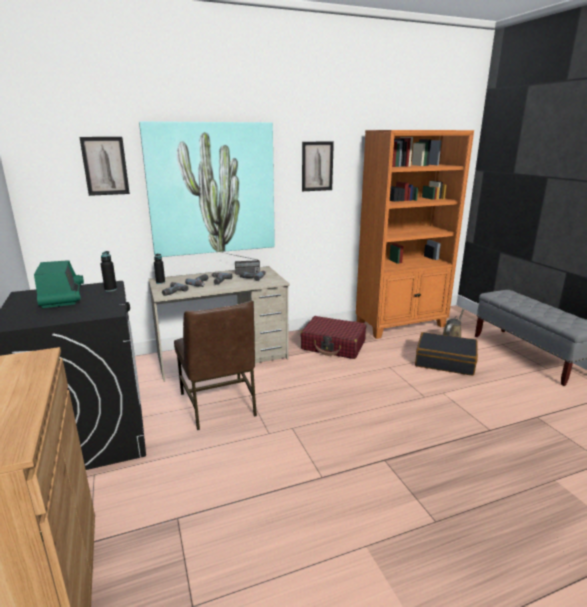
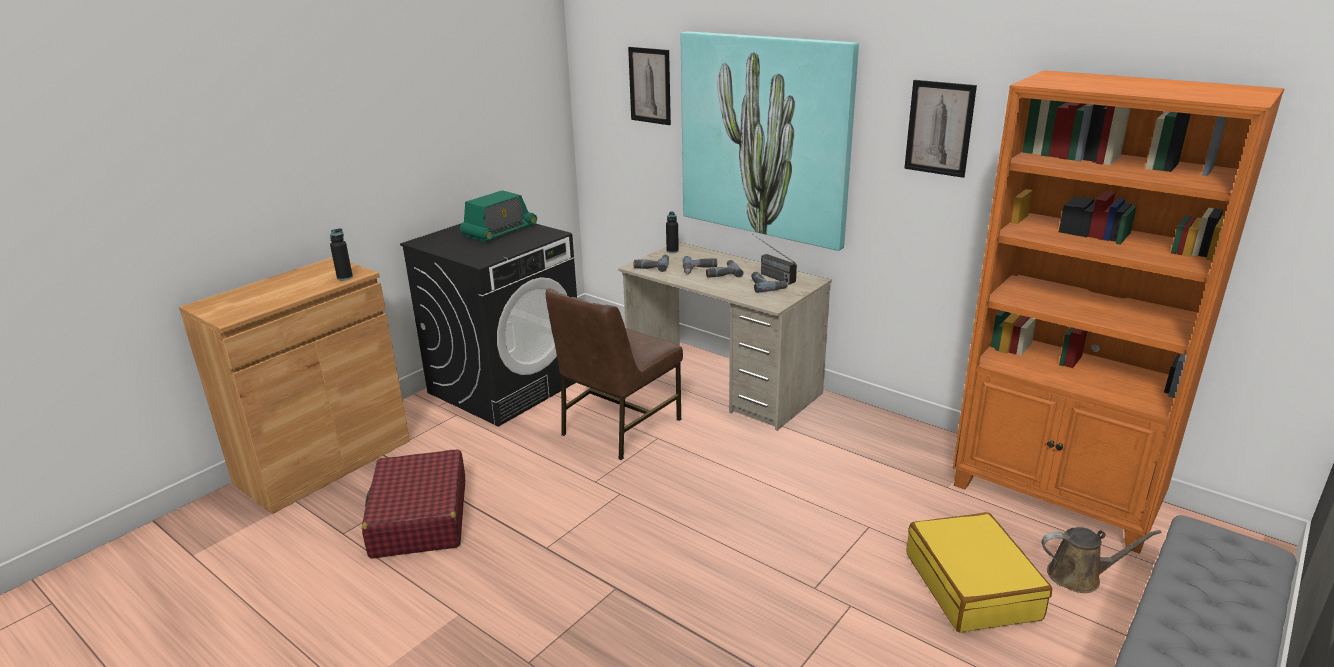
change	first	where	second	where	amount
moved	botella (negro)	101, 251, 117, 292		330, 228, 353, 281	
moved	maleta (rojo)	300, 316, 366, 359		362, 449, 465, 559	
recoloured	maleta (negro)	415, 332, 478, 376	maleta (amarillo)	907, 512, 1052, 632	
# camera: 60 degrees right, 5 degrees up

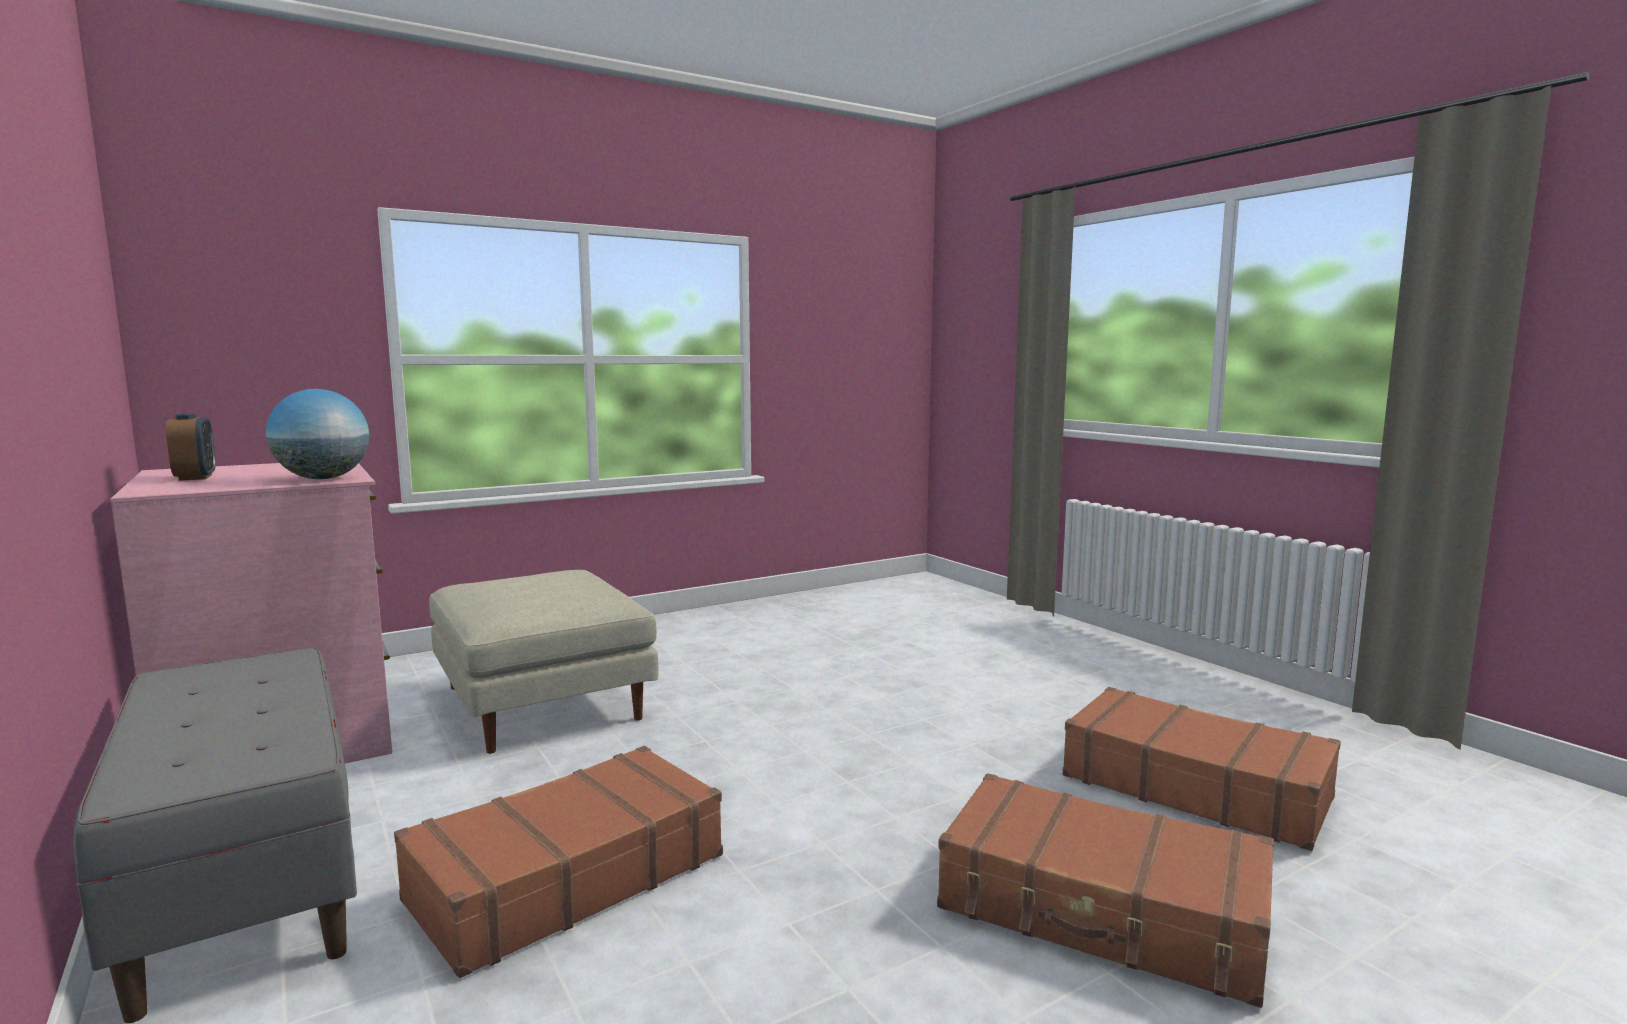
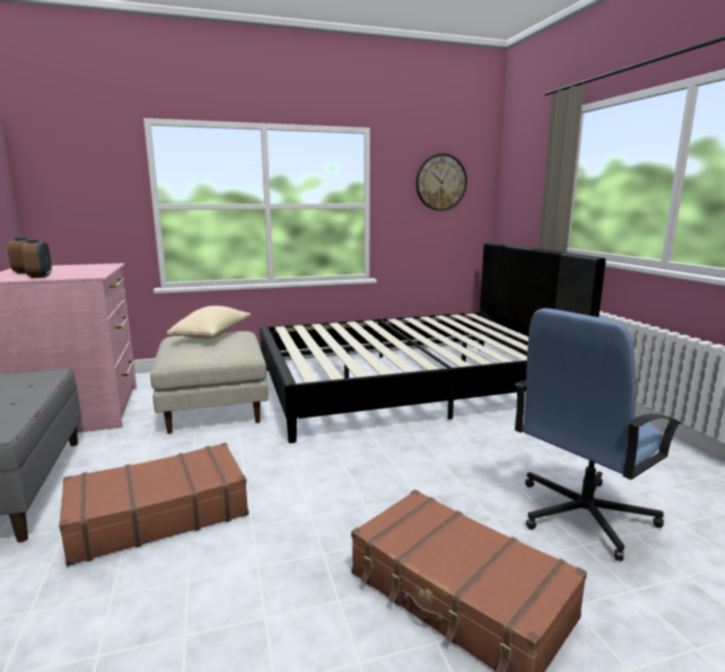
change	first	where	second	where	amount
removed	globo terráqueo	266, 389, 369, 479			
replaced	maleta (marrón)	1062, 687, 1341, 851	silla de oficina (azul)	515, 308, 682, 561	
added			reloj de pared	416, 153, 467, 211	
added			despertador	22, 239, 52, 278	
added			cama (negro)	260, 241, 606, 443	
added			cojín (beis)	167, 306, 251, 339	
# camera: 15 degrees right, 5 degrees up

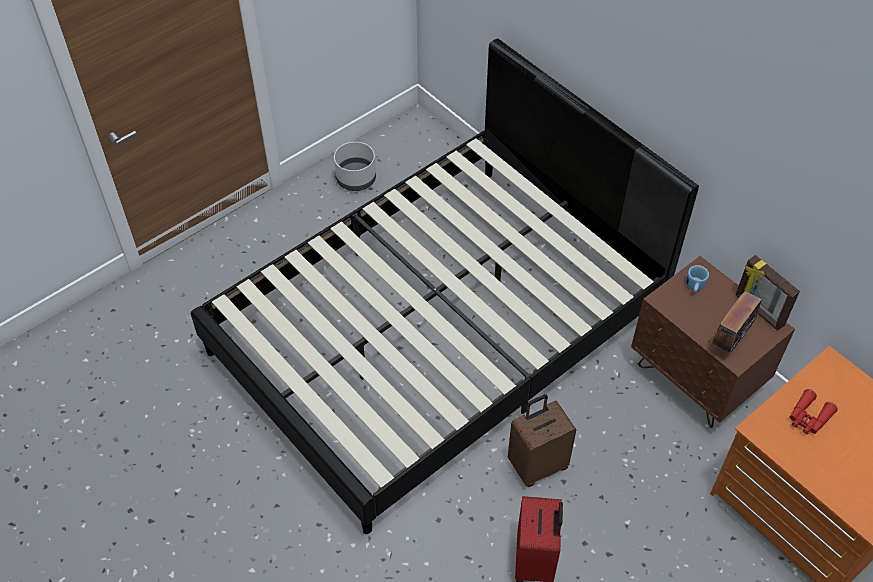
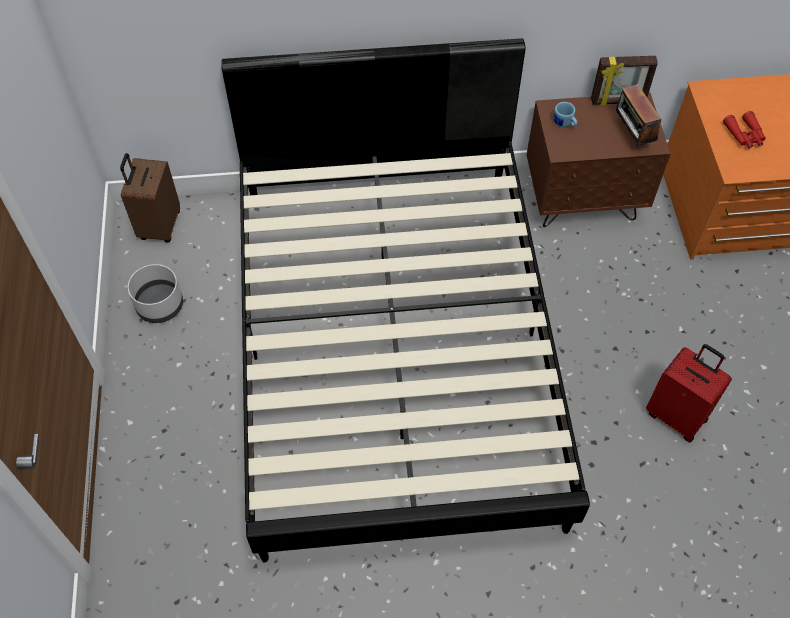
change	first	where	second	where	amount
moved	maleta (marrón)	508, 394, 576, 487		120, 153, 180, 242	
# camera: 55 degrees left, 5 degrees up

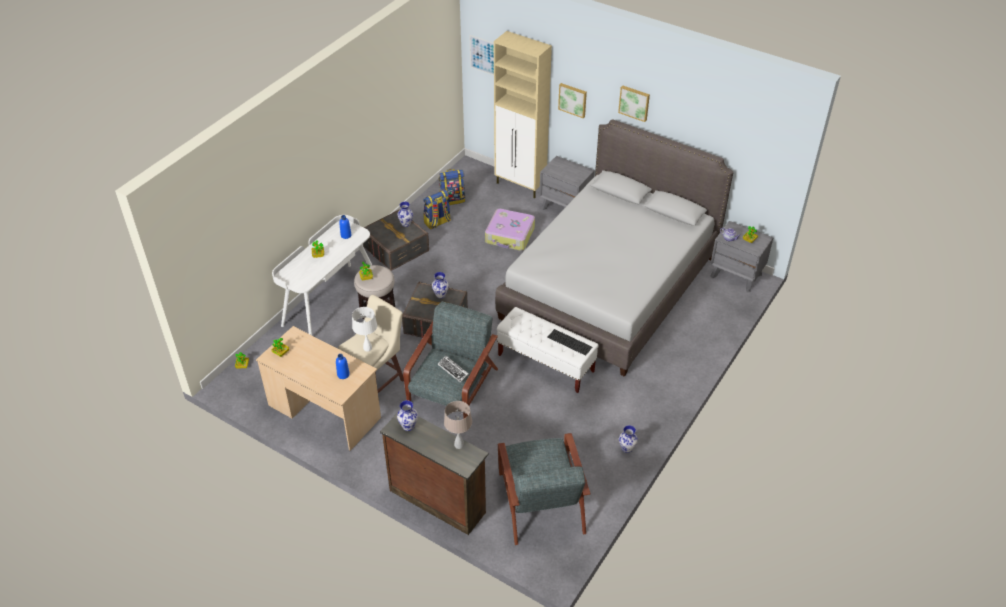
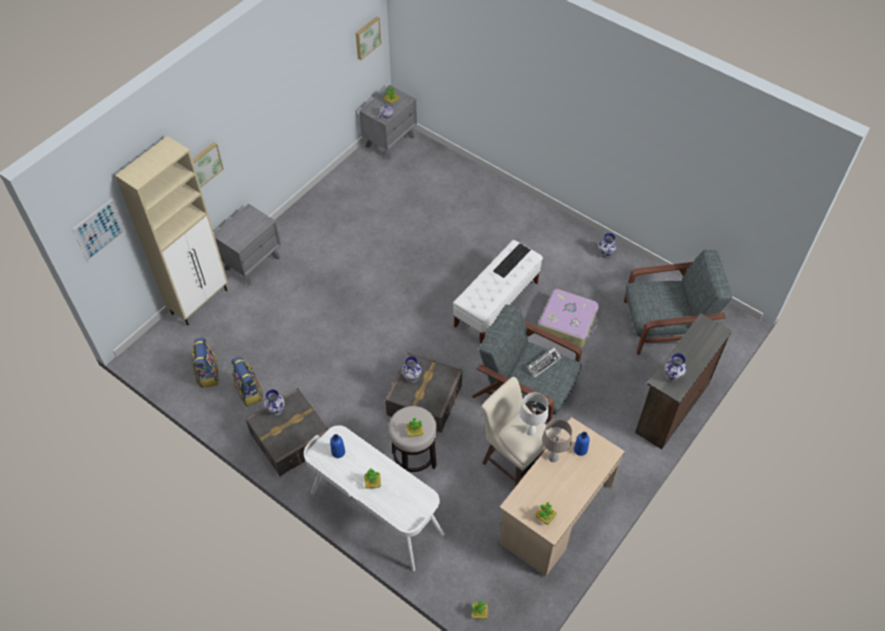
change	first	where	second	where	amount
moved	cuadro	618, 85, 650, 122		356, 16, 381, 60	
removed	cama (gris)	495, 119, 733, 377			
moved	maleta	485, 209, 535, 251		538, 289, 599, 348	
moved	lámpara de mesa (beis)	444, 401, 472, 449		542, 419, 572, 462	
# camera: 85 degrees left, 10 degrees up

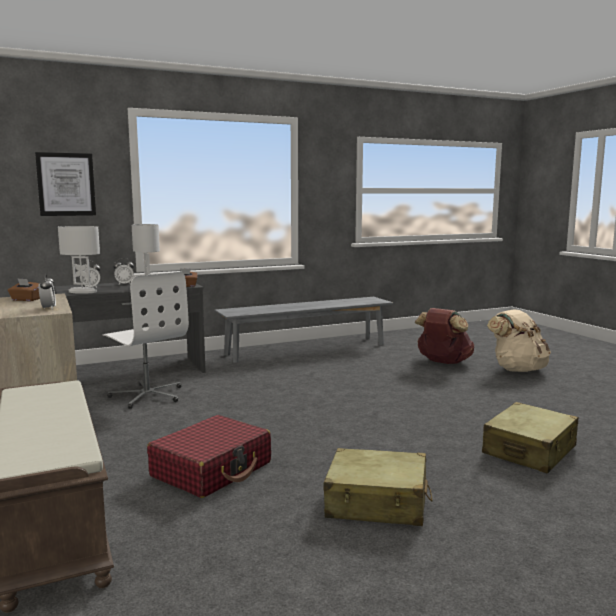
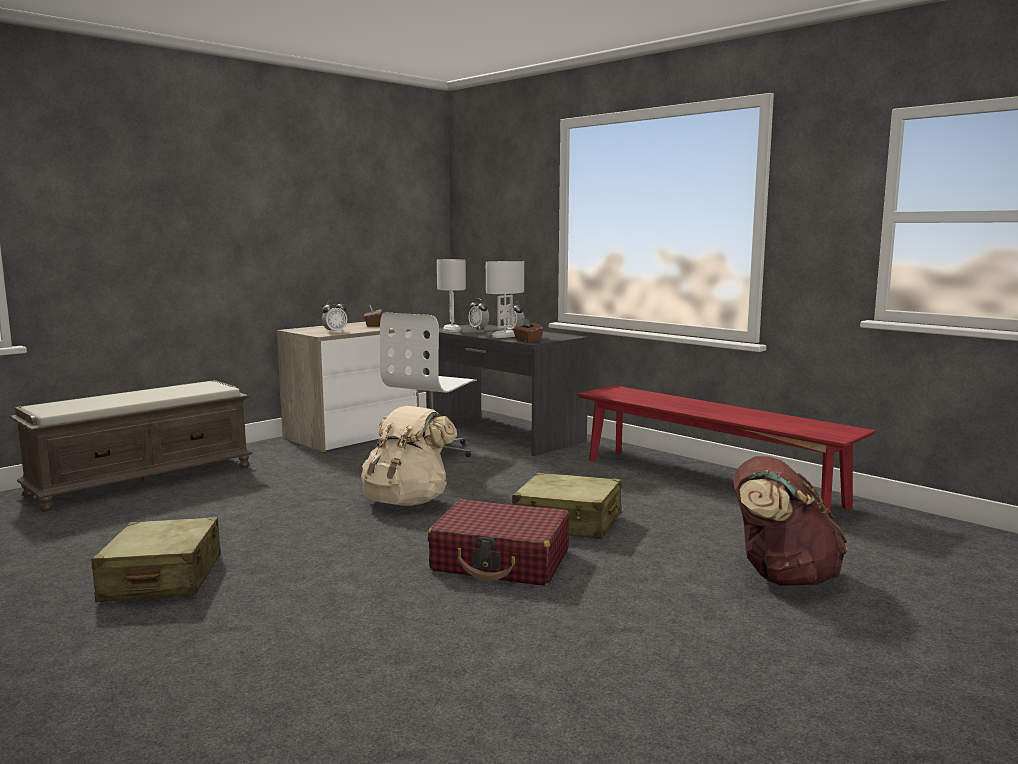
change	first	where	second	where	amount
removed	cuadro	35, 152, 96, 216			
recoloured	banco (gris)	214, 297, 393, 363	banco (rojo)	577, 385, 876, 512	
moved	mochila (beis)	487, 309, 551, 372		361, 406, 457, 506	
moved	maleta (beis)	482, 402, 579, 474		512, 473, 622, 539	
moved	maleta (rojo)	147, 415, 271, 498		428, 499, 569, 586	
# camera: 70 degrees right, 0 degrees up

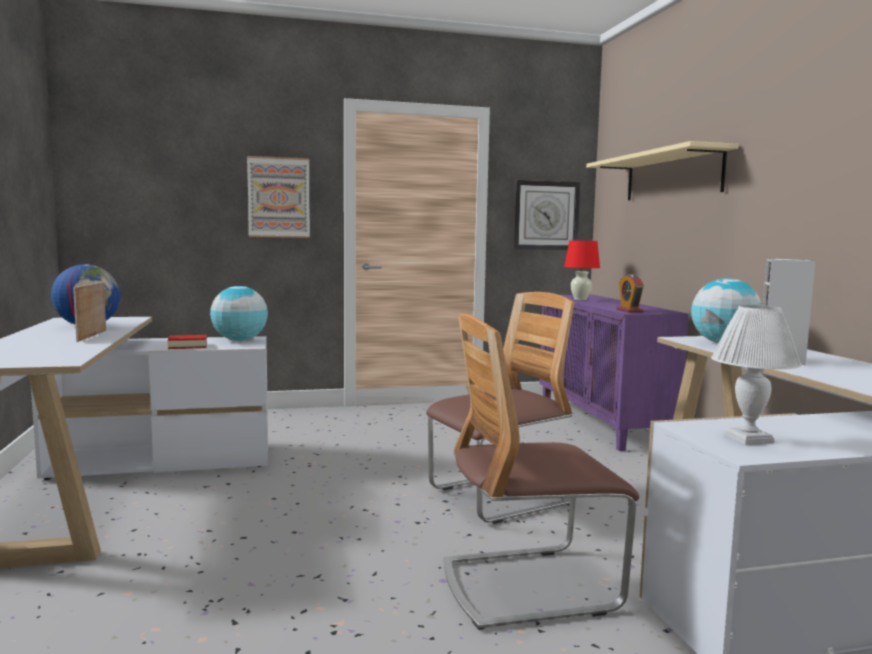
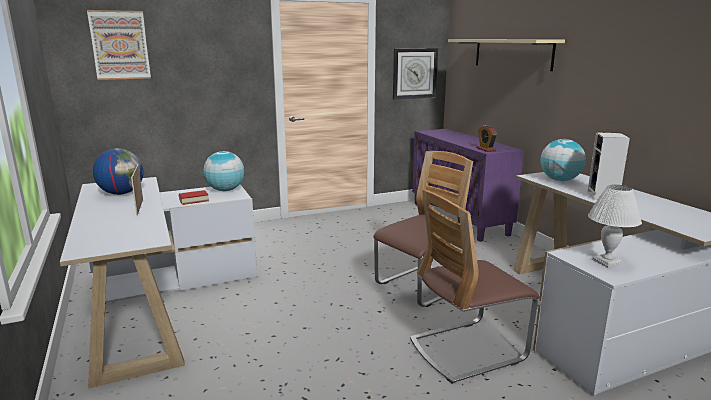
change	first	where	second	where	amount
moved	cuadro	247, 156, 310, 238		87, 10, 151, 80	
removed	lámpara de mesa (rojo)	564, 240, 600, 300			
# camera: 10 degrees left, 10 degrees up

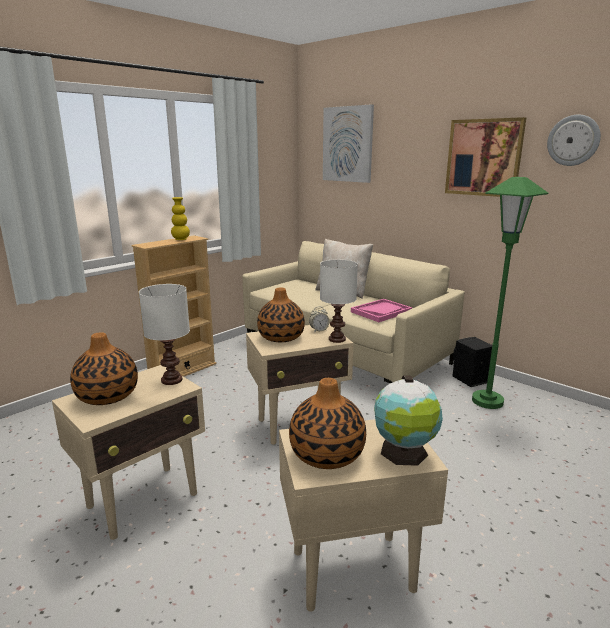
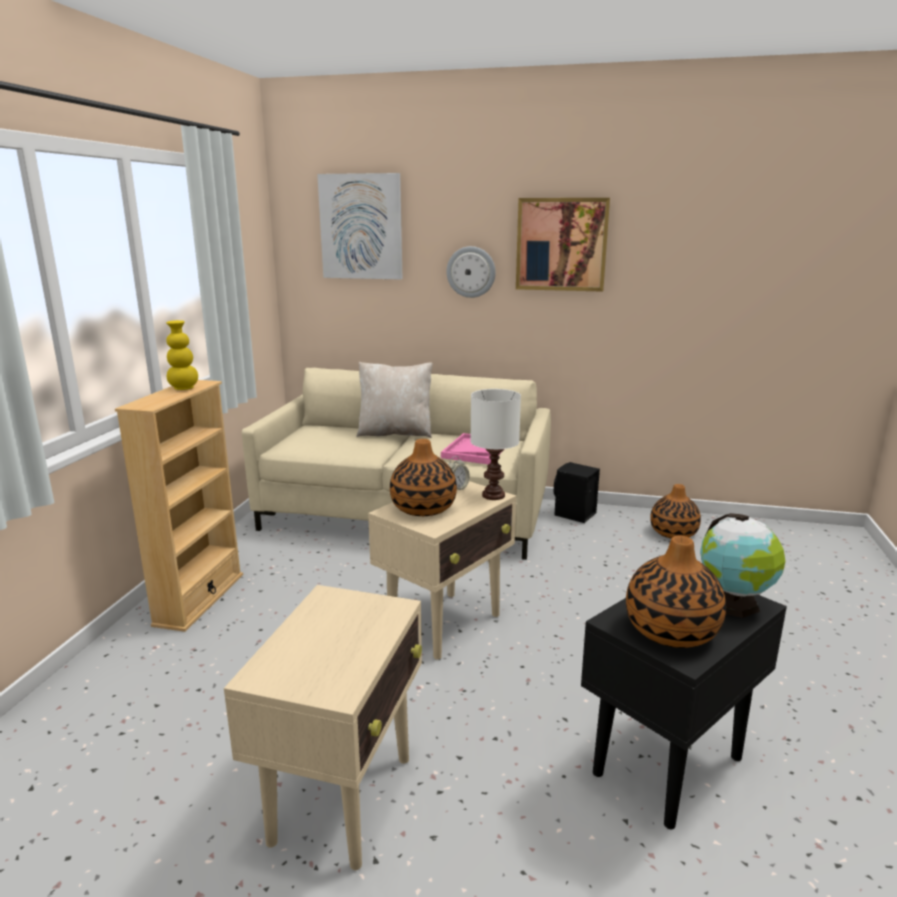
change	first	where	second	where	amount
moved	reloj de pared	547, 115, 601, 166		446, 246, 496, 298	
removed	lámpara de pie (verde)	472, 177, 548, 409			
removed	lámpara de mesa (blanco)	139, 284, 190, 385			
moved	florero	70, 332, 138, 405		650, 484, 701, 539	
recoloured	mesa auxiliar (beis)	279, 419, 448, 612	mesa auxiliar (negro)	581, 595, 787, 829	
# camera: 30 degrees left, 0 degrees up

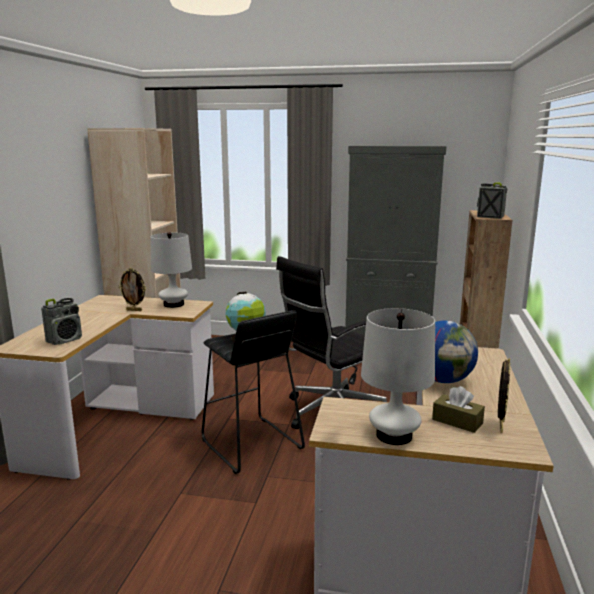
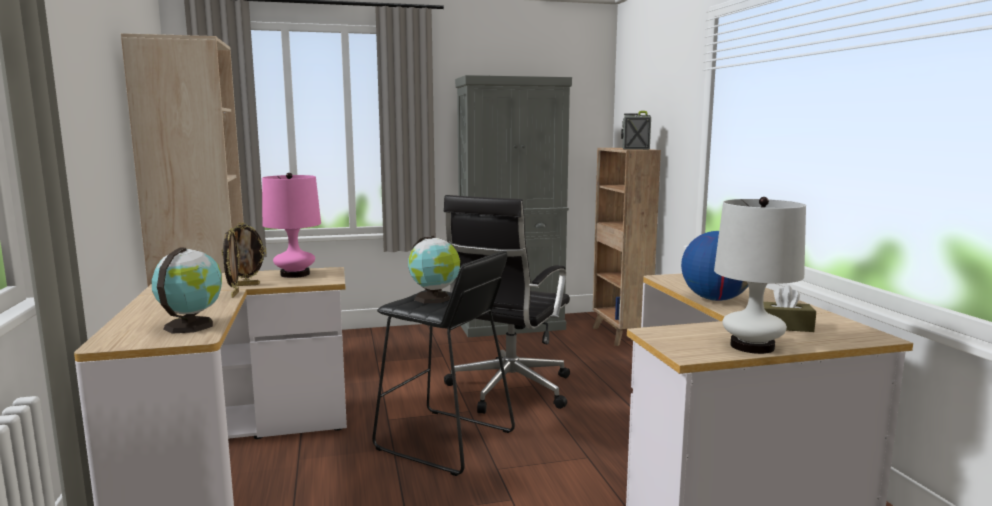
change	first	where	second	where	amount
recoloured	lámpara de mesa (blanco)	151, 232, 192, 308	lámpara de mesa (rosa)	262, 173, 321, 278	
replaced	radio	41, 298, 82, 345	globo terráqueo	151, 247, 222, 334	
moved	portarretratos	498, 359, 510, 433		223, 228, 239, 298	
# camera: 25 degrees left, 5 degrees down

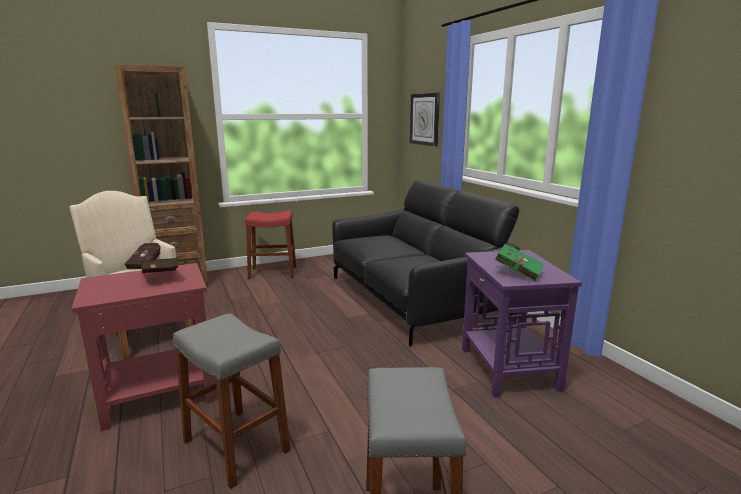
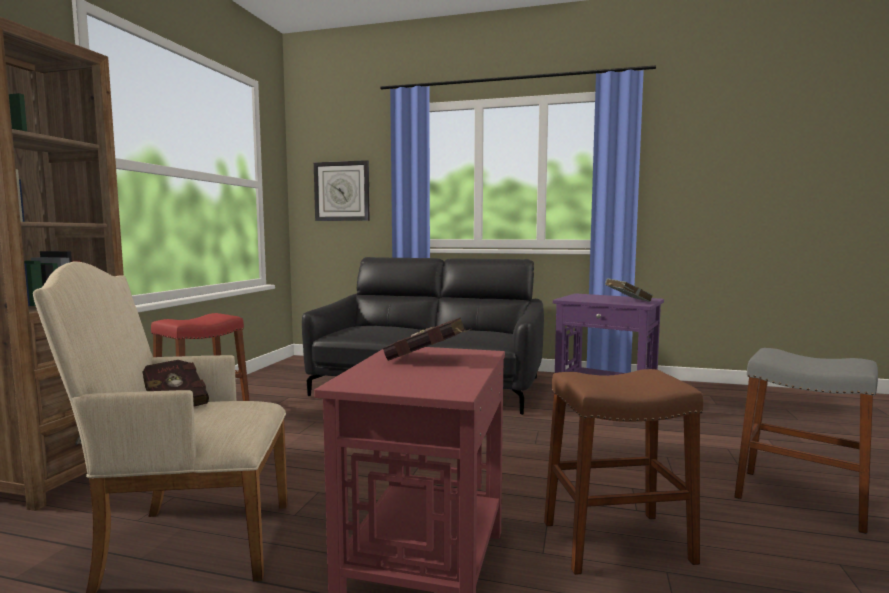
change	first	where	second	where	amount
recoloured	libro (verde)	493, 244, 544, 281	libro (gris)	605, 278, 653, 302	
recoloured	taburete (gris)	173, 313, 290, 489	taburete (marrón)	544, 369, 704, 575	
# camera: 50 degrees left, 10 degrees down

